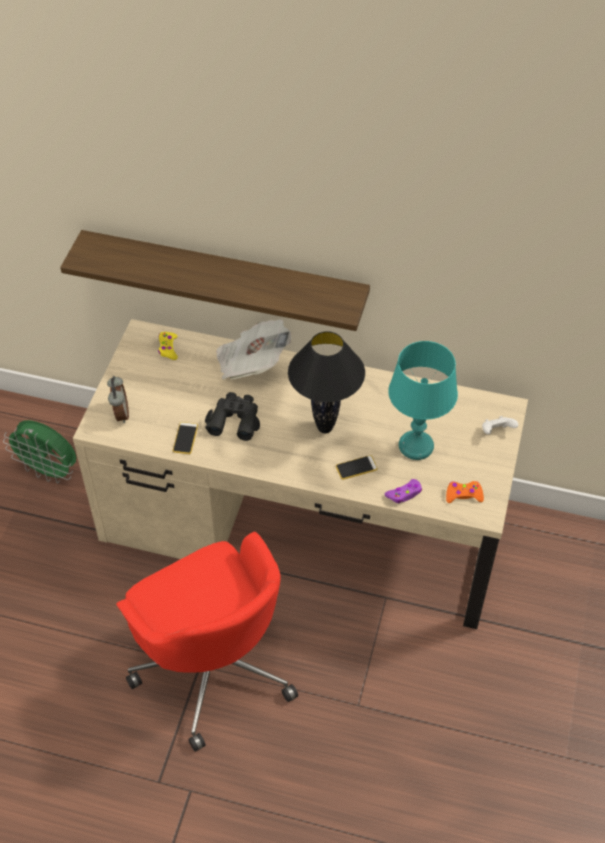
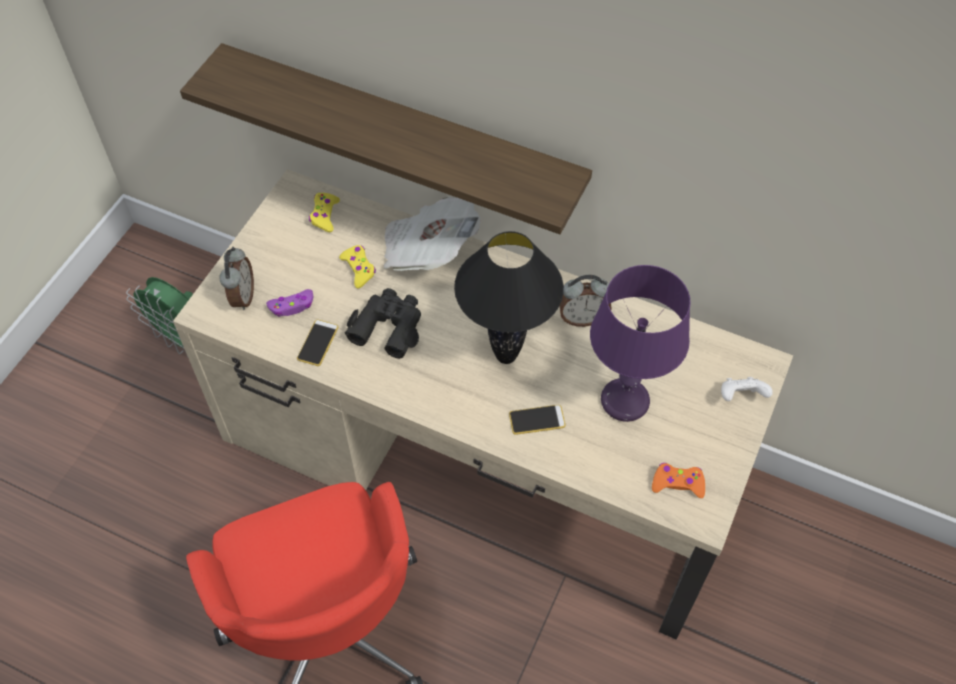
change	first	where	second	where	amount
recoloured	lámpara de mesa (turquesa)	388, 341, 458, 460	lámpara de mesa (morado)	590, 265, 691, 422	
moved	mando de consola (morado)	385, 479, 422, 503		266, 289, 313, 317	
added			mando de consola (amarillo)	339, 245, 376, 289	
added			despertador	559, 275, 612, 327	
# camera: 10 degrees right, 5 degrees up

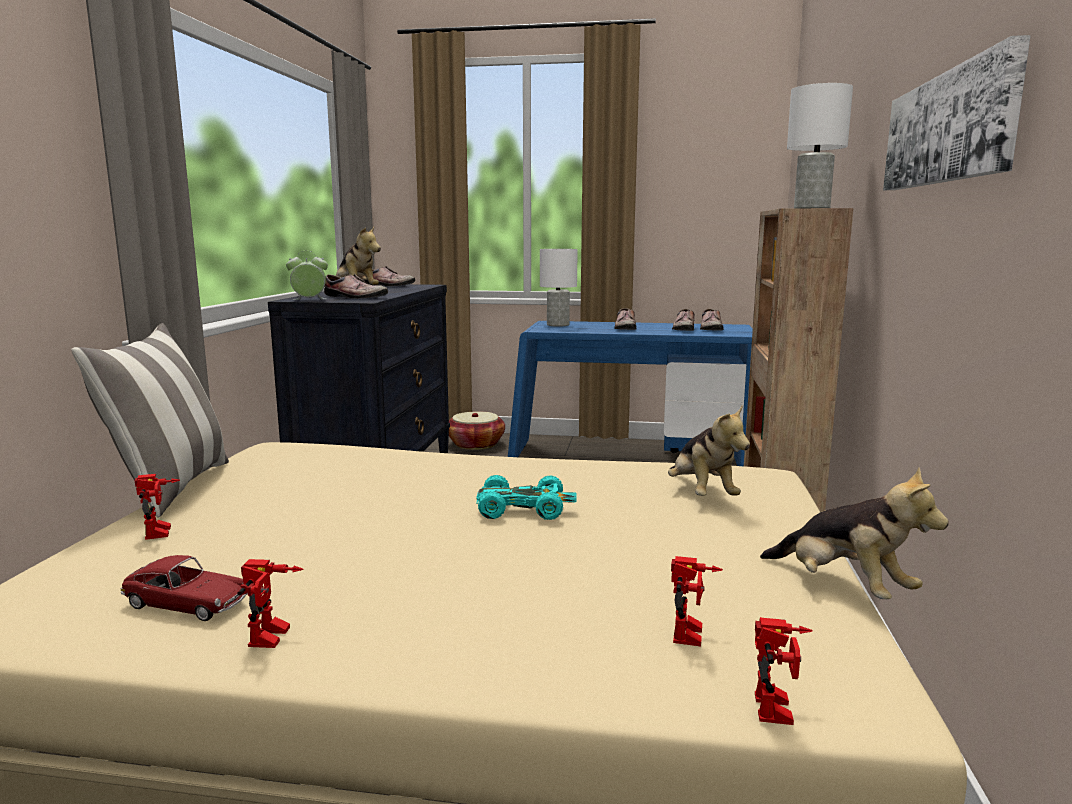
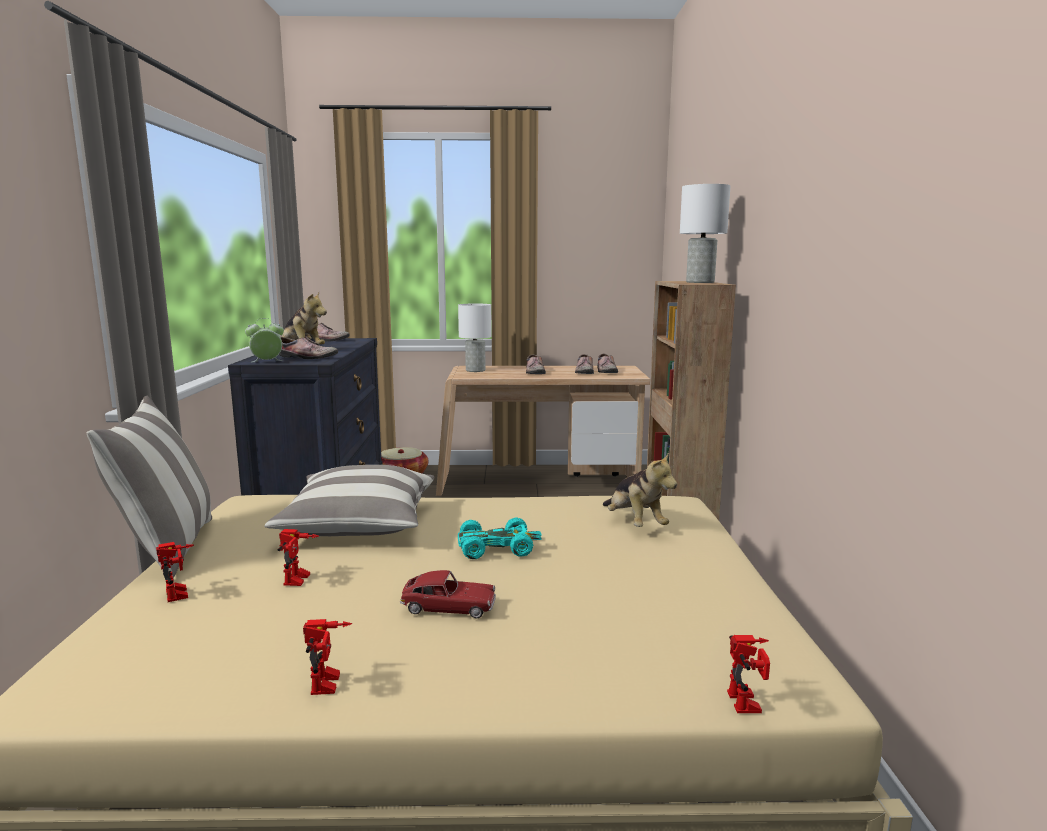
change	first	where	second	where	amount
removed	cuadro	883, 35, 1031, 190			
recoloured	escritorio (azul)	508, 321, 753, 466	escritorio (beis)	436, 366, 650, 496	
removed	peluche	760, 467, 949, 599			
moved	coche de juguete	120, 555, 248, 621		400, 570, 496, 618	
moved	robot de juguete	671, 556, 723, 646		278, 529, 319, 586	
added			cojín	264, 465, 434, 536	
# camera: 10 degrees left, 0 degrees up

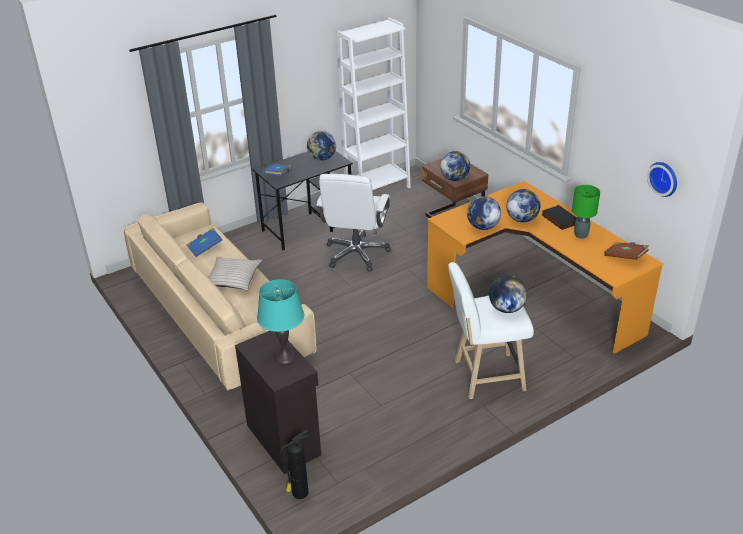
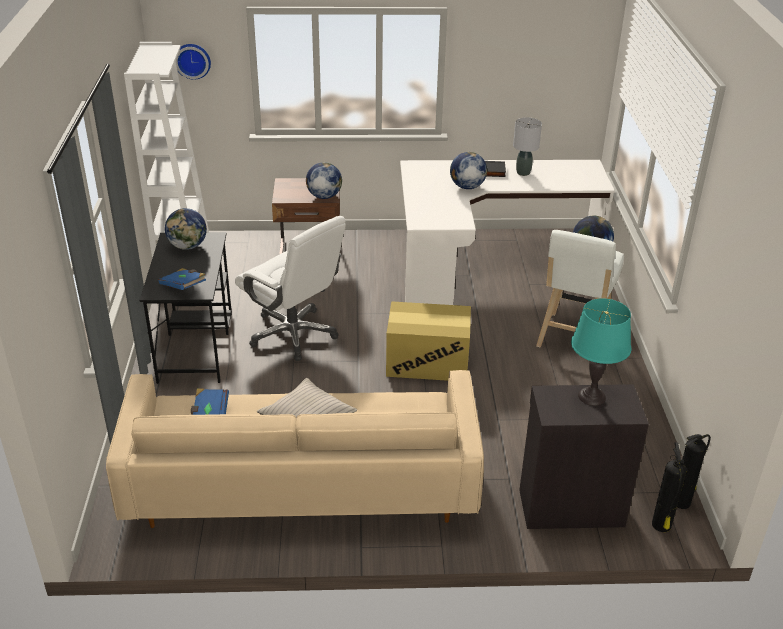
change	first	where	second	where	amount
moved	reloj de pared	647, 162, 677, 197		176, 44, 211, 80	
recoloured	escritorio (naranja)	427, 181, 663, 354	escritorio (blanco)	400, 160, 615, 305	
recoloured	lámpara de mesa (verde)	572, 185, 600, 239	lámpara de mesa (gris)	513, 117, 542, 176	
removed	globo terráqueo	467, 196, 501, 230			
removed	libro (marrón)	604, 242, 649, 260			
added			caja de cartón	386, 301, 471, 381	
added			extintor	677, 434, 711, 509	
# camera: 60 degrees left, 0 degrees up

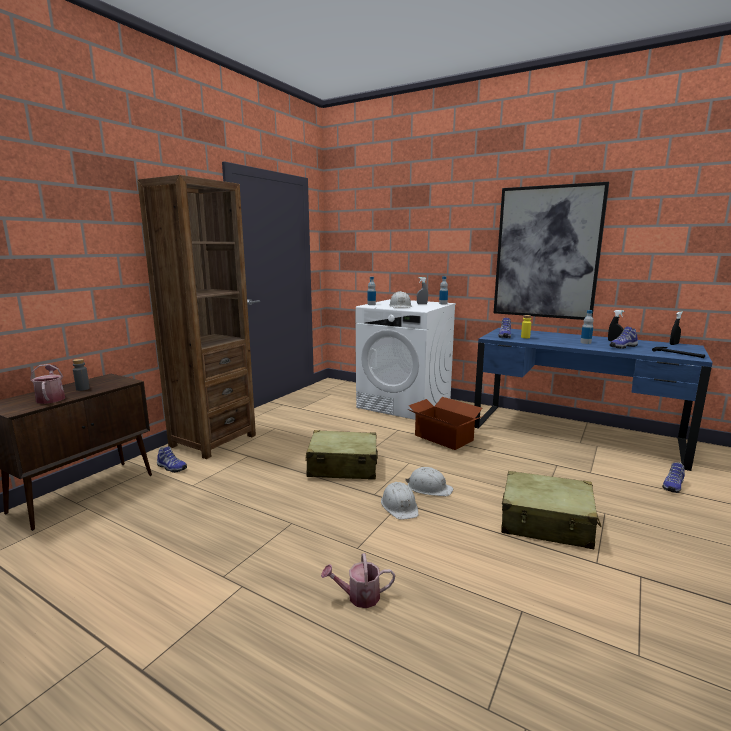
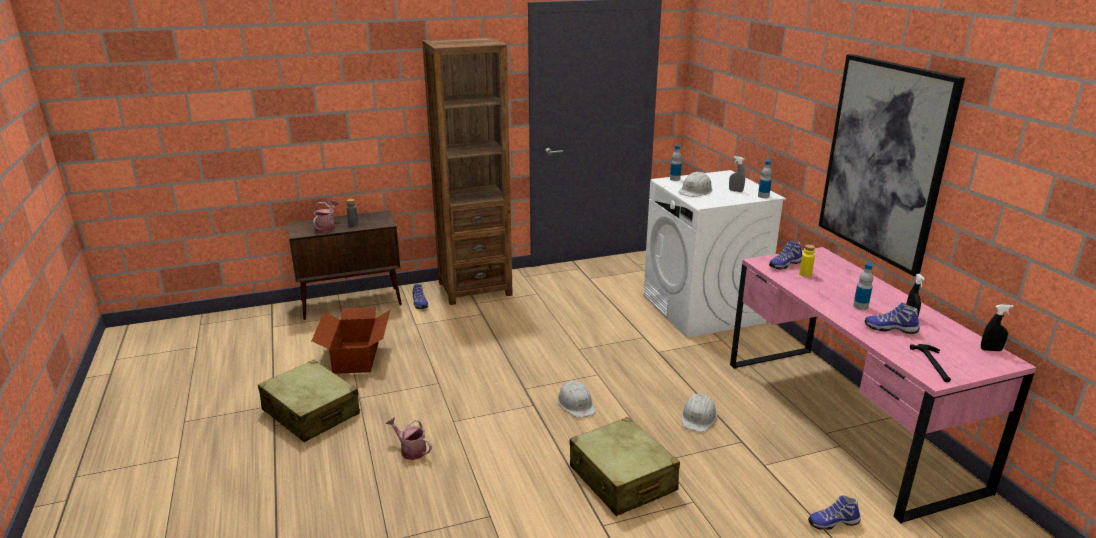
change	first	where	second	where	amount
recoloured	escritorio (azul)	474, 328, 713, 471	escritorio (rosa)	730, 247, 1036, 524	
moved	caja de cartón	408, 397, 483, 450		312, 307, 390, 374	
moved	maleta (beis)	305, 430, 378, 480		258, 360, 360, 442	
moved	casco (blanco)	381, 482, 418, 520		681, 393, 717, 432	
# camera: 40 degrees right, 10 degrees up

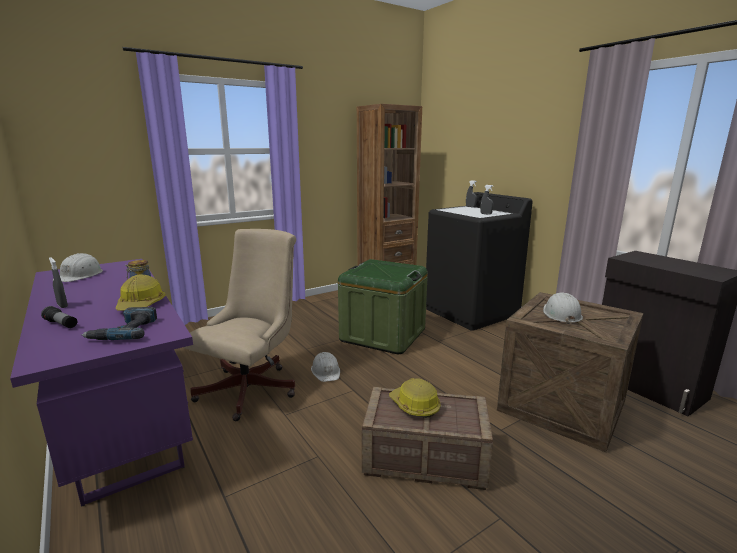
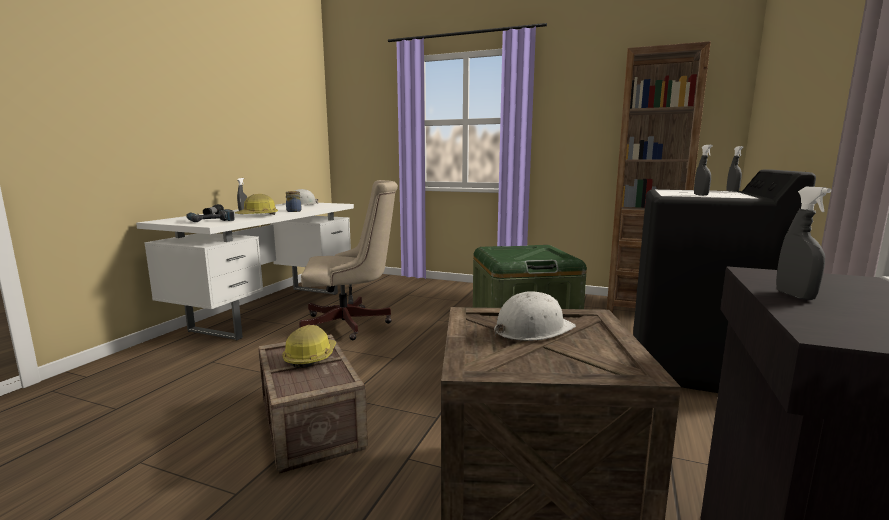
change	first	where	second	where	amount
recoloured	escritorio (morado)	10, 259, 193, 507	escritorio (blanco)	136, 203, 354, 341	
removed	casco (blanco)	311, 352, 340, 382			
added			pulverizador (gris)	776, 187, 832, 300	
# camera: 55 degrees right, 5 degrees down

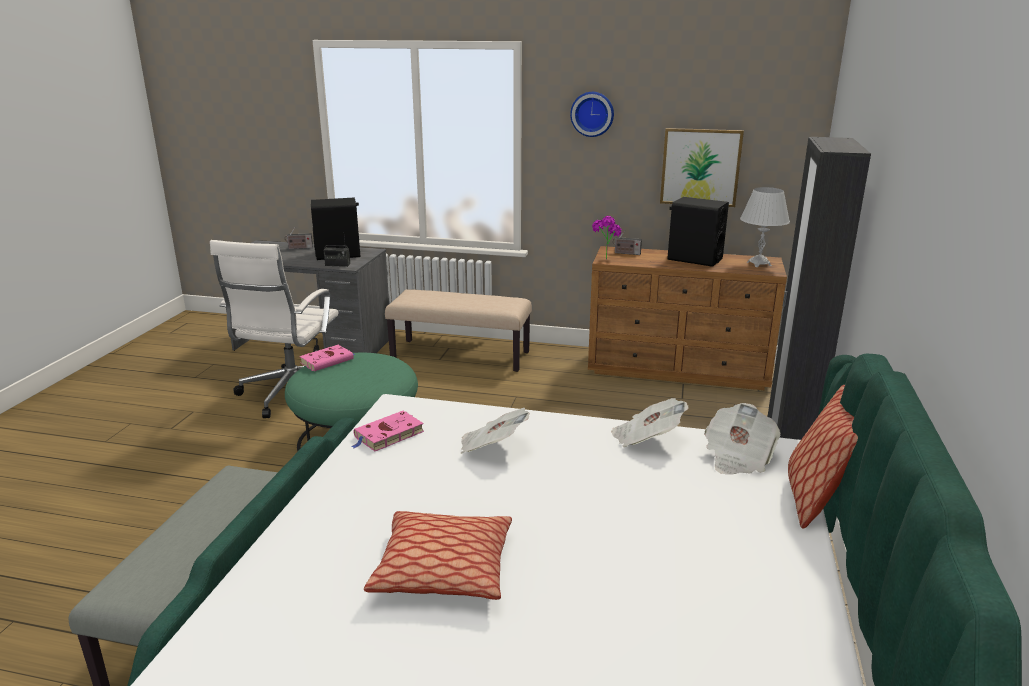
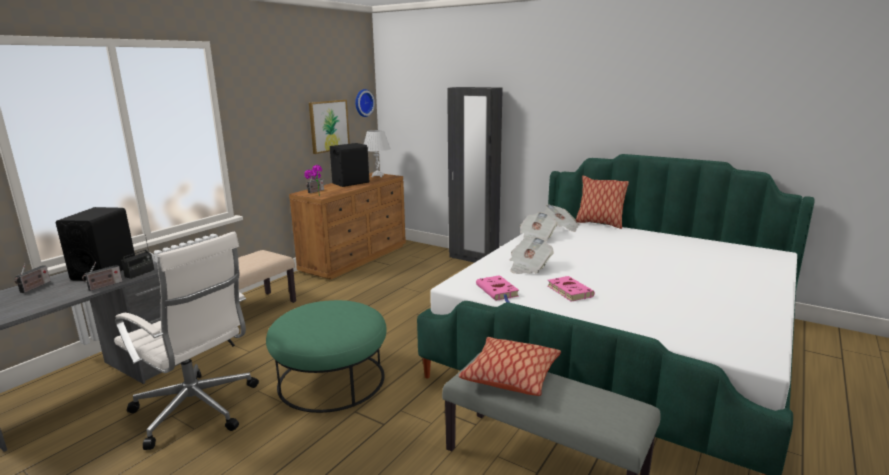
change	first	where	second	where	amount
moved	reloj de pared	570, 92, 614, 137		355, 89, 375, 117	
moved	libro (rosa)	300, 345, 355, 371		548, 276, 595, 302	
moved	cojín	364, 511, 512, 600		459, 337, 561, 396	
added			radio	82, 262, 123, 291	
# camera: 70 degrees left, 5 degrees down

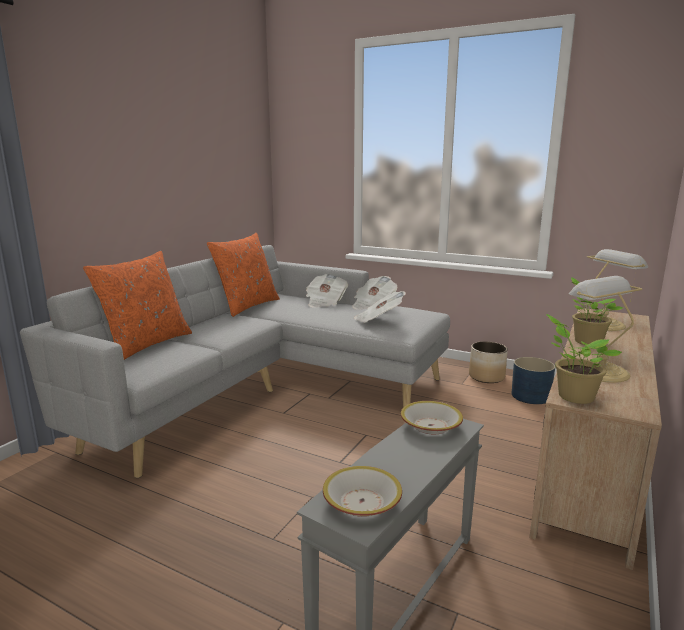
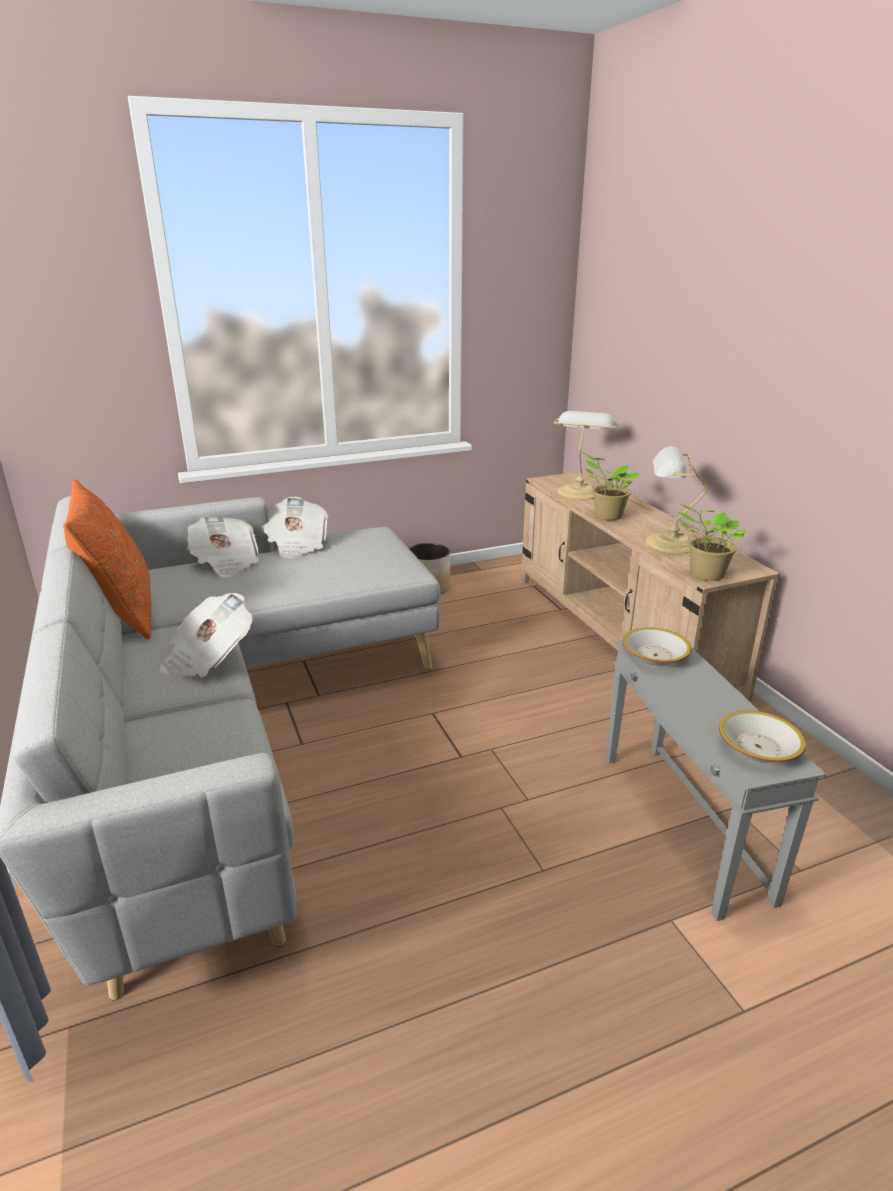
change	first	where	second	where	amount
removed	cojín (naranja)	83, 251, 192, 360			
moved	periódico	354, 291, 406, 323		159, 593, 252, 677	
removed	maceta (azul)	512, 357, 555, 404			
# camera: 50 degrees left, 10 degrees up

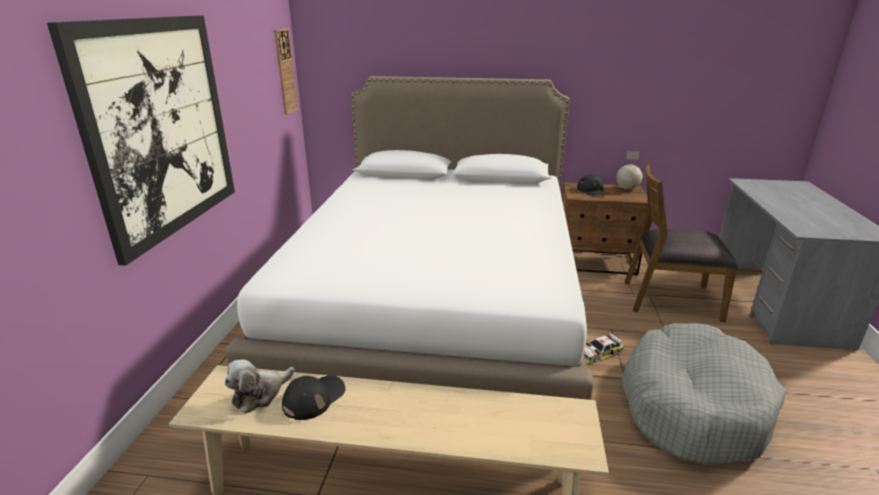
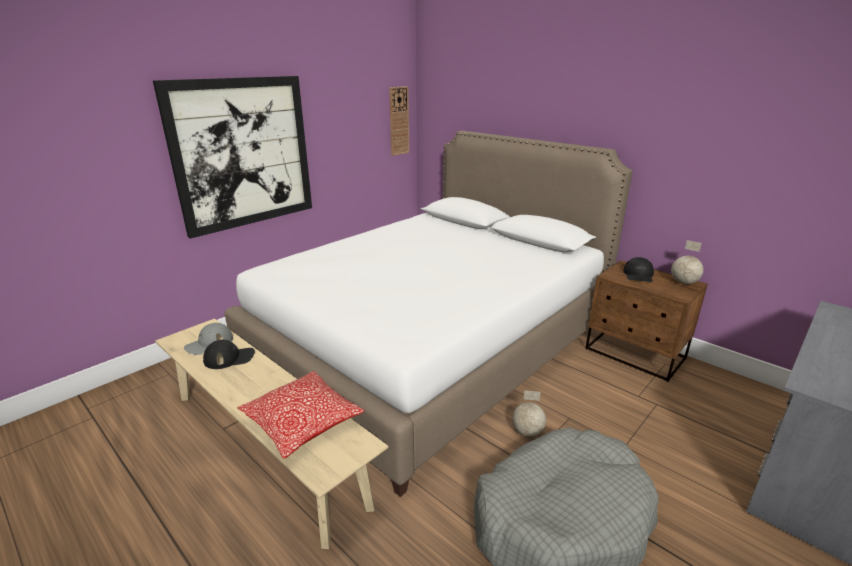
change	first	where	second	where	amount
removed	silla (marrón)	625, 163, 738, 322			
replaced	coche de juguete	584, 332, 624, 364	globo terráqueo	512, 391, 546, 437	
replaced	peluche	225, 360, 295, 414	gorra (gris)	184, 323, 233, 355	
added			cojín	238, 371, 365, 459	
# camera: 35 degrees right, 0 degrees up

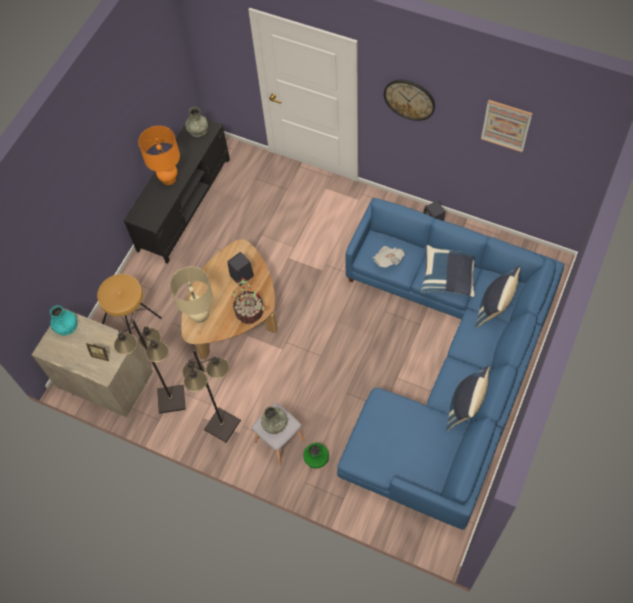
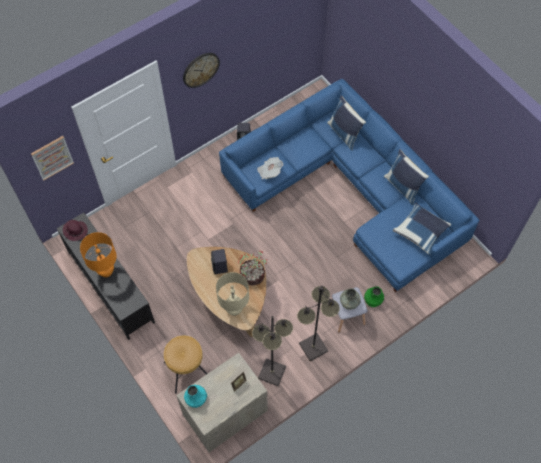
change	first	where	second	where	amount
moved	cuadro	481, 100, 533, 152		31, 136, 74, 181	
replaced	florero (gris)	185, 107, 208, 137	sombrero (morado)	63, 220, 88, 241	
moved	cojín (azul)	421, 245, 475, 297		393, 203, 451, 255	
# camera: 65 degrees left, 0 degrees up

